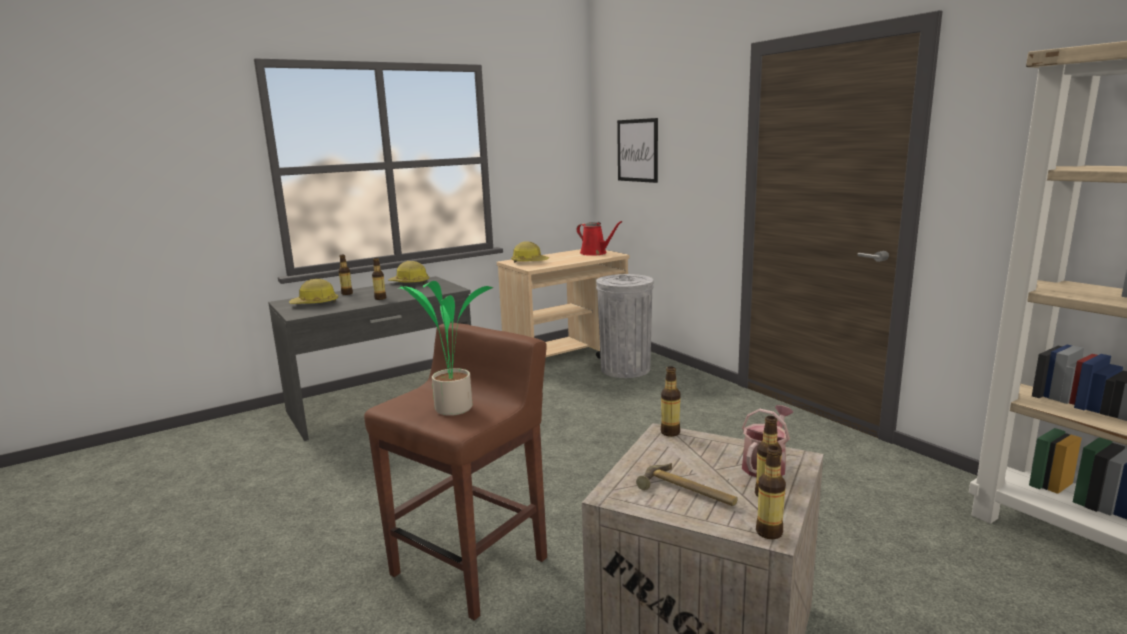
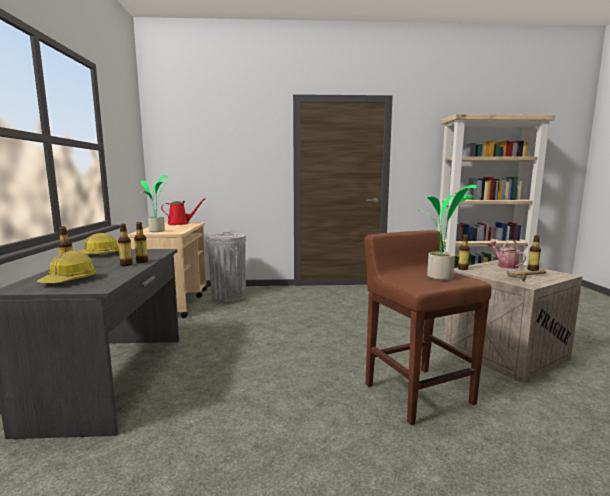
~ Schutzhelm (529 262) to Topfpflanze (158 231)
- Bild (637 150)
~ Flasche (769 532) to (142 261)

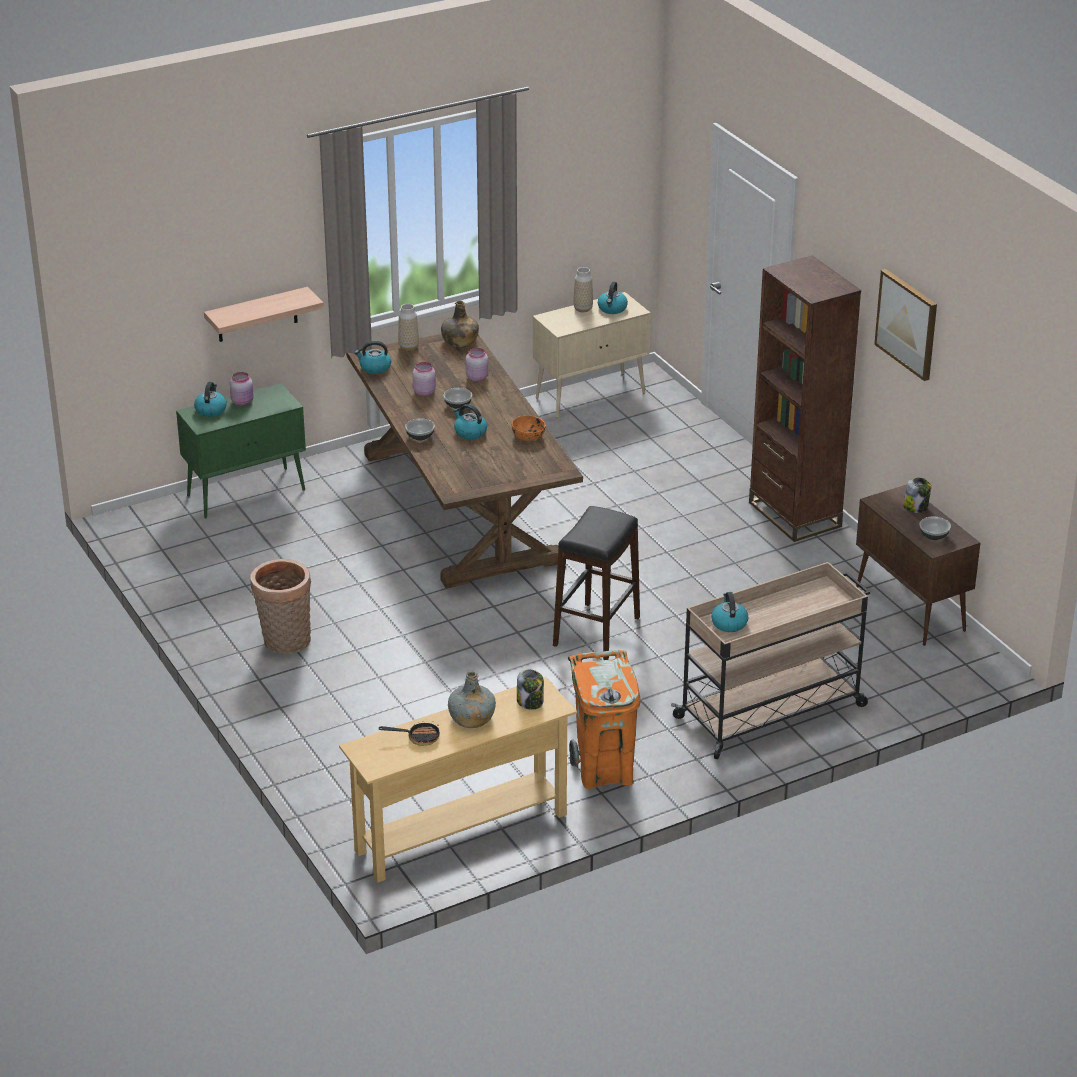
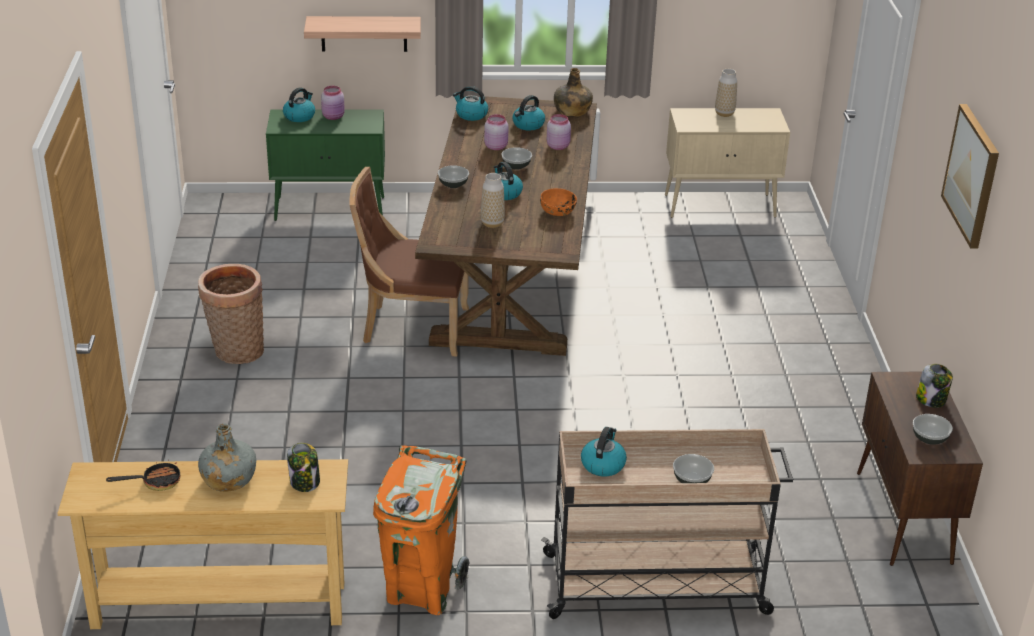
~ Pfanne (418 737) = (155 482) 45 degrees counterclockwise
~ Vase (408 347) to (492 223)
- Hocker/schwarz (596 632)
~ Wasserkessel (612 309) to (528 125)
- Bücherregal/braun (794 514)
+ Stuhl/braun (411 327)
+ Schüssel (691 480)

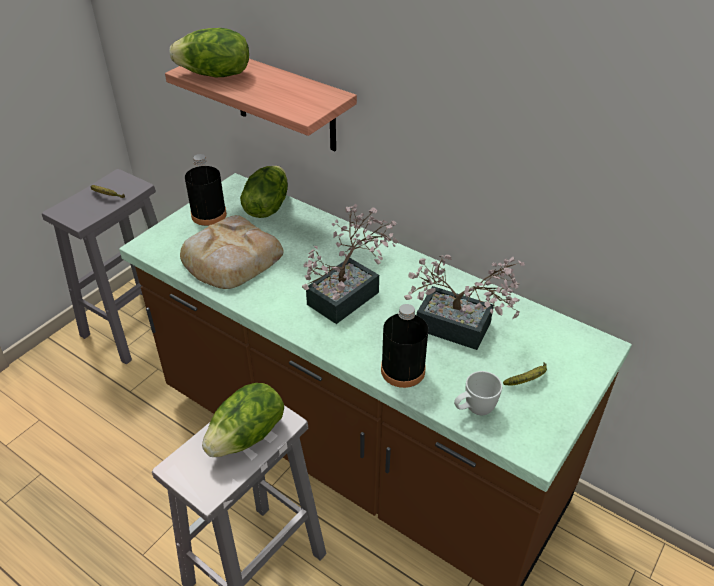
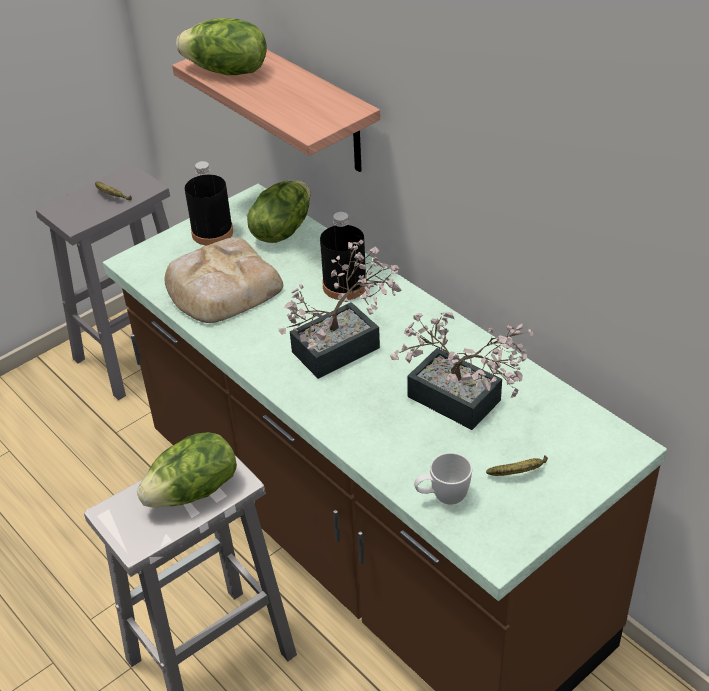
~ Flasche/schwarz (403 370) to (344 286)

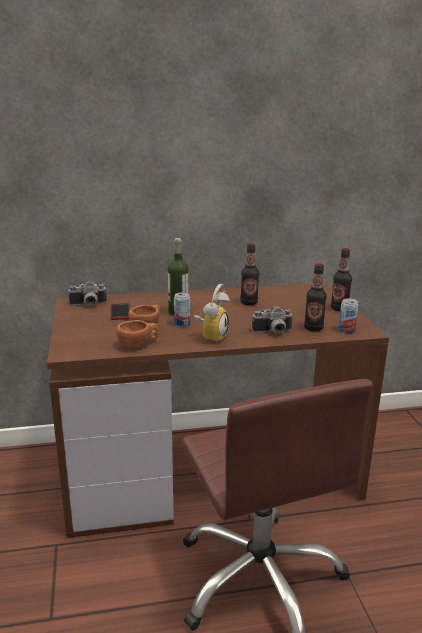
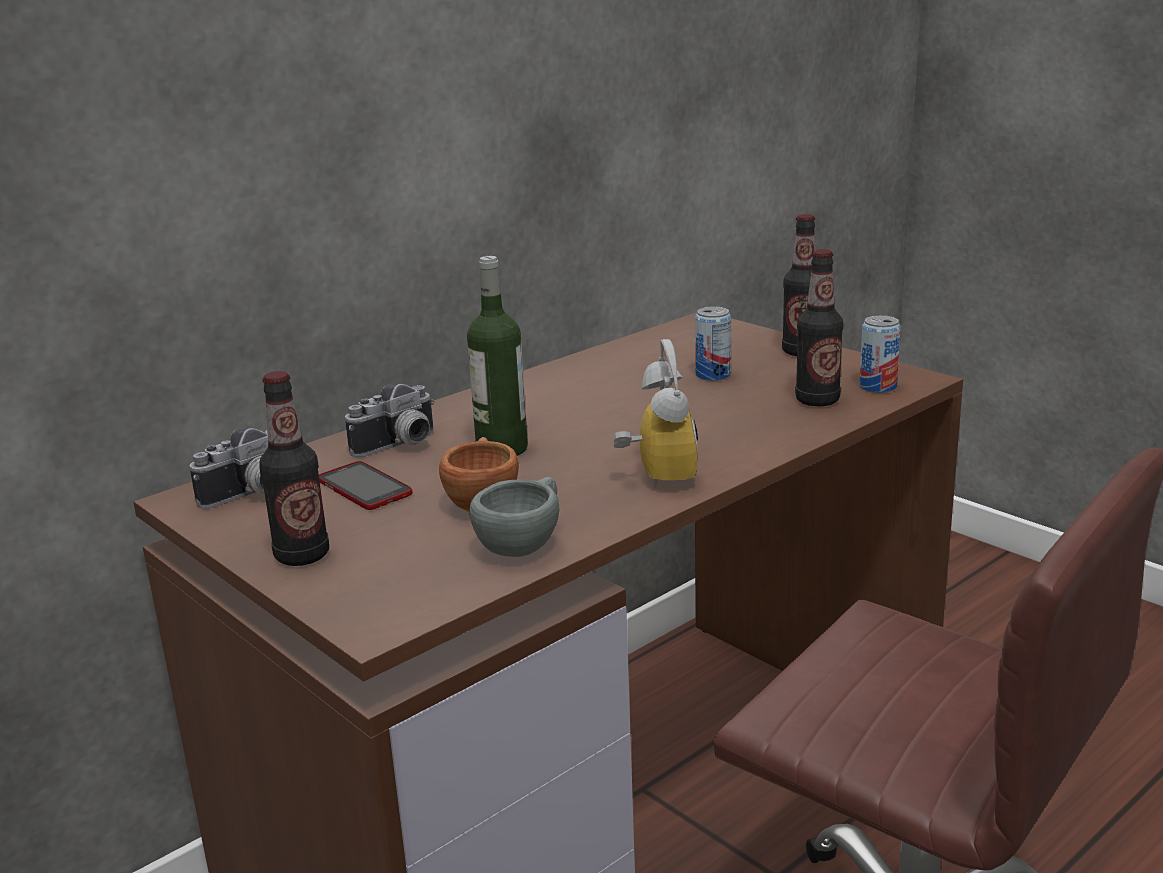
~ Tasse/braun (138 345) to Tasse/grau (525 544)
~ Dose (182 323) to (713 375)
~ Flasche (249 303) to (302 556)
~ Kamera (273 332) to (400 446)

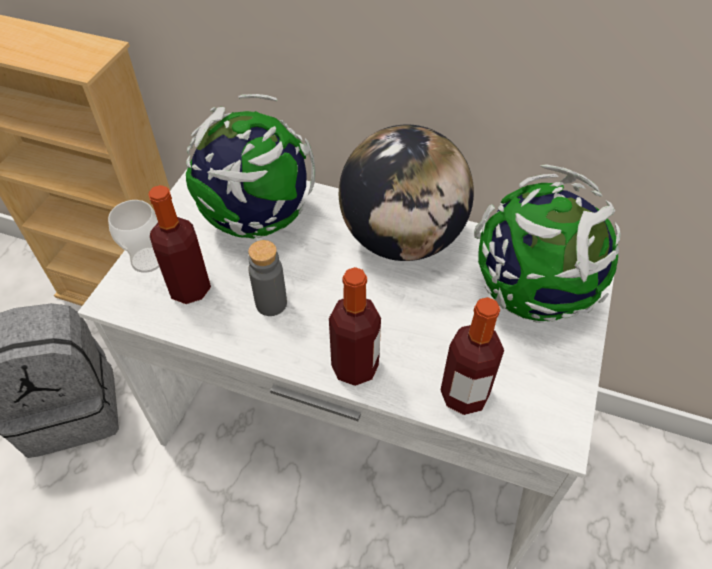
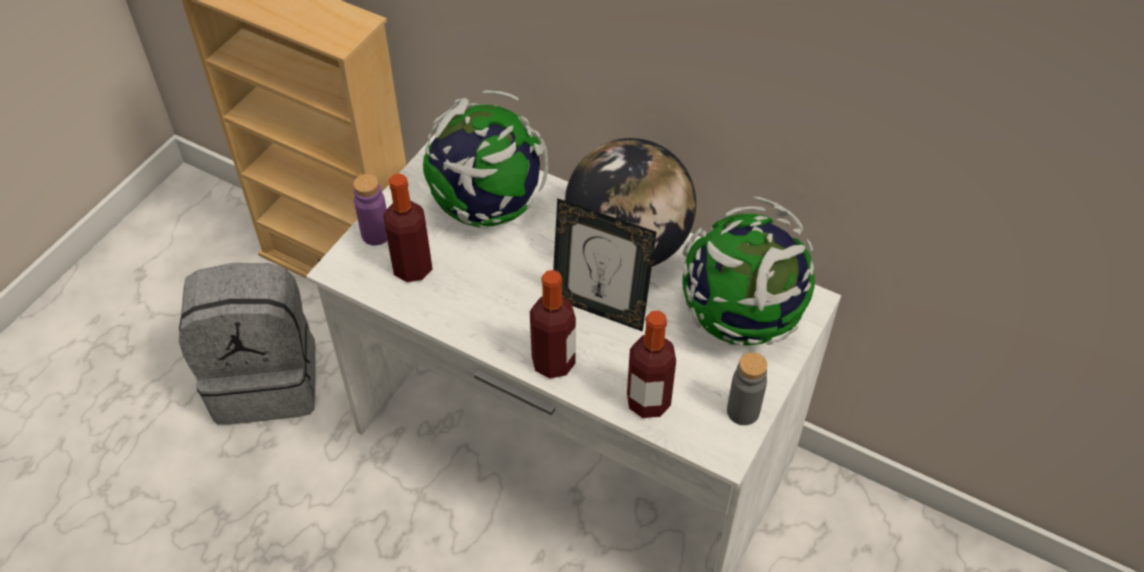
~ Tasse (147 260) to Flasche/lila (376 234)
~ Flasche/grau (271 303) to (743 411)
+ Bilderrahmen (600 308)

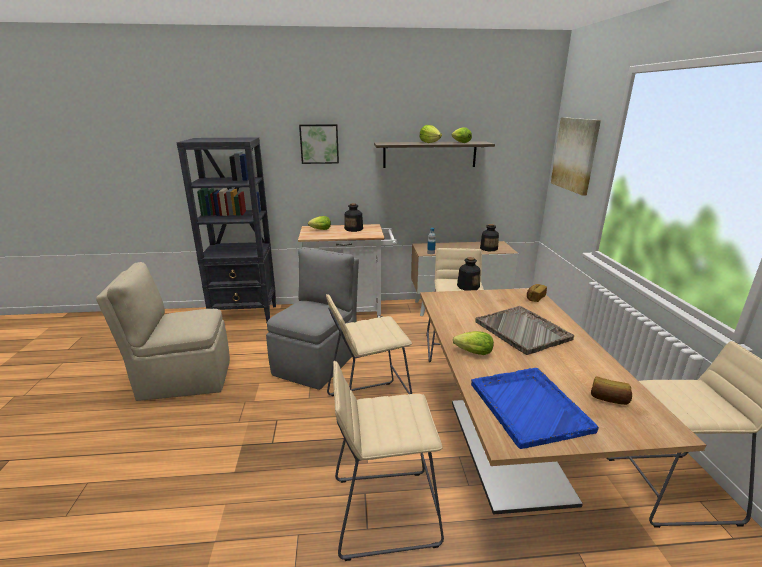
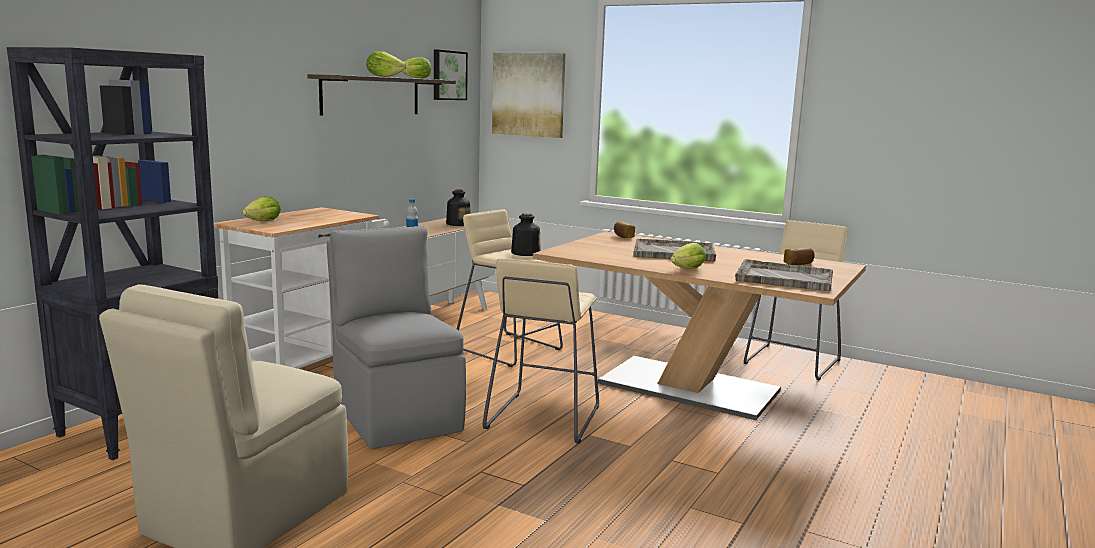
~ Bild (319 144) to (448 75)
- Hocker/beige (384 511)
- Flasche (354 229)
~ Tablett/blau (528 406) to Tablett/grau (783 278)

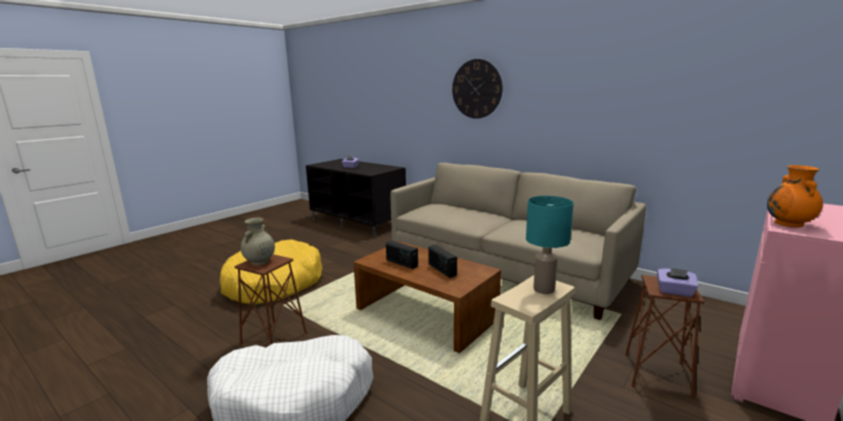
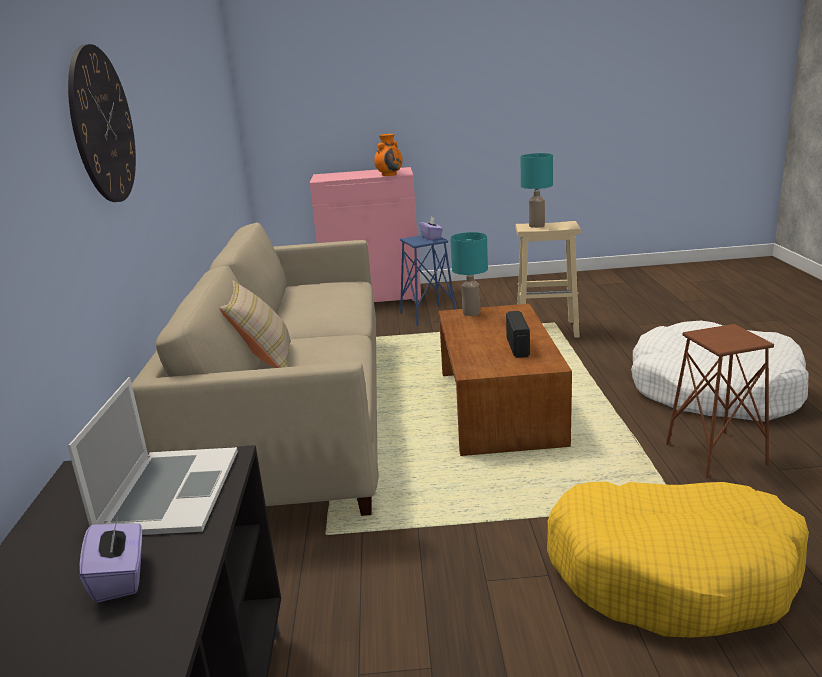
- Vase/beige (259 262)
- Radio (442 270)
~ Hocker/braun (657 375) to Hocker/blau (428 315)
+ Laptop (169 491)
+ Kissen/beige (264 361)
+ Tischlampe/türkis (470 313)

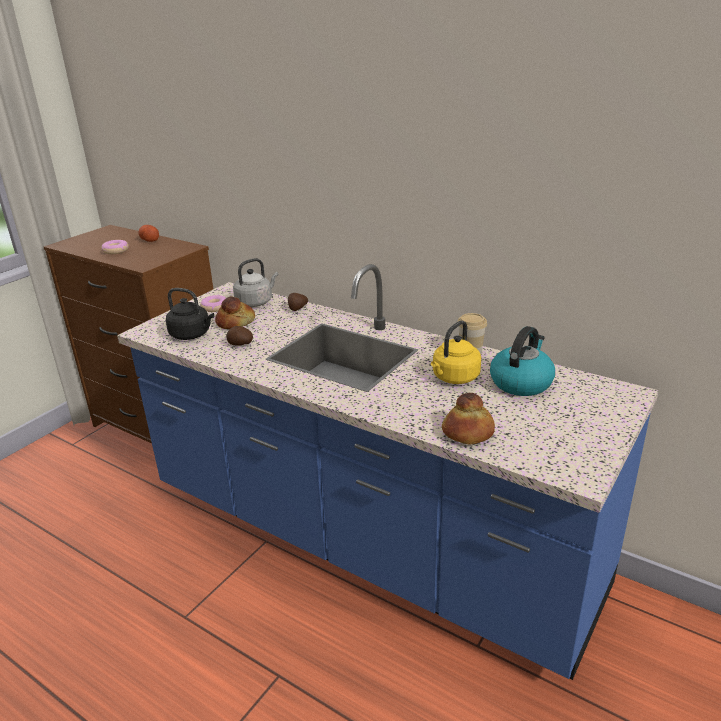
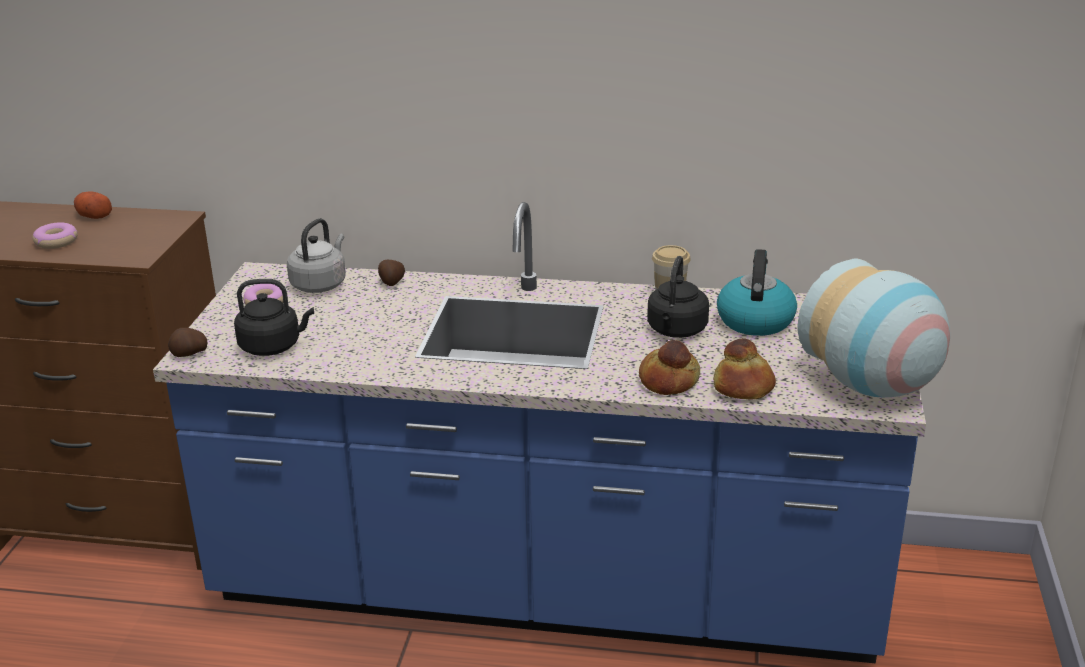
~ Brot (236 322) to (669 381)
~ Kartoffel (240 344) to (189 354)
~ Wasserkessel/gelb (454 378) to Wasserkessel/schwarz (676 331)
+ Vase (874 386)

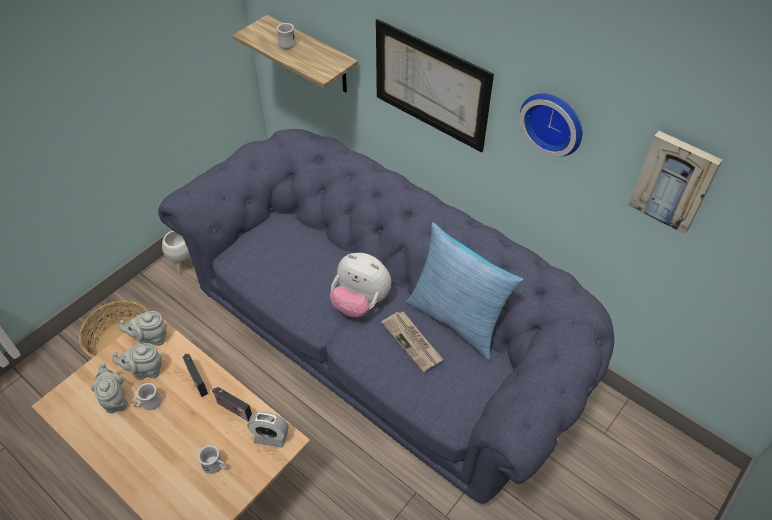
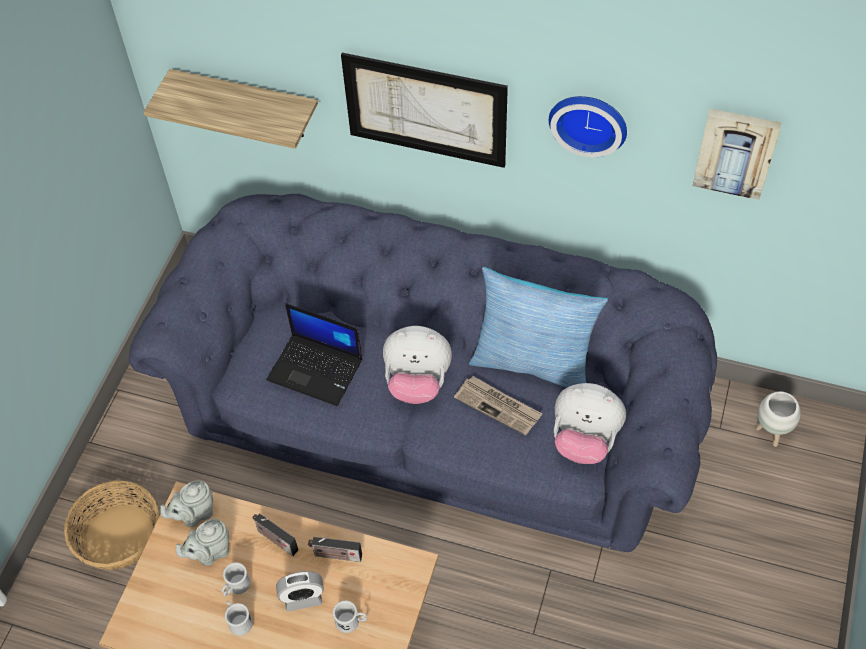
- Teekanne/grau (115 399)
~ Pflanzkübel/weiß (184 265) to (771 433)
~ Wecker (271 437) to (303 598)
~ Henkelbecher/weiß (286 42) to (238 621)
+ Laptop (316 369)
+ Plüschtier (584 440)

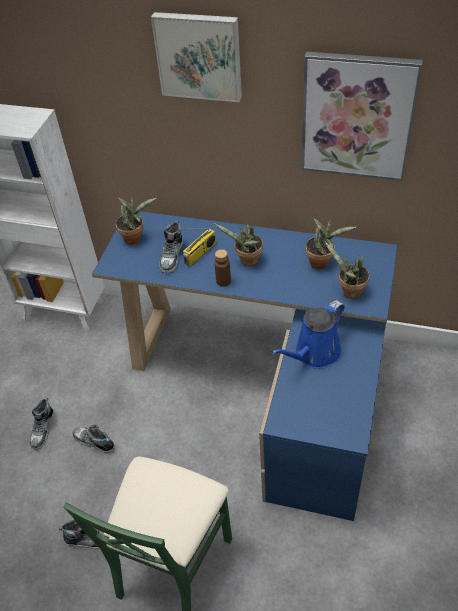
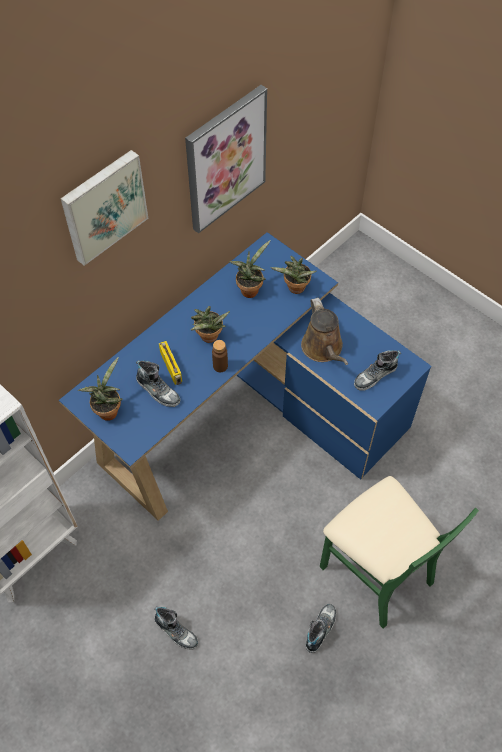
~ Schuh (94 442) to (375 376)
~ Gießkanne/blau (314 353) to Gießkanne/braun (323 349)

